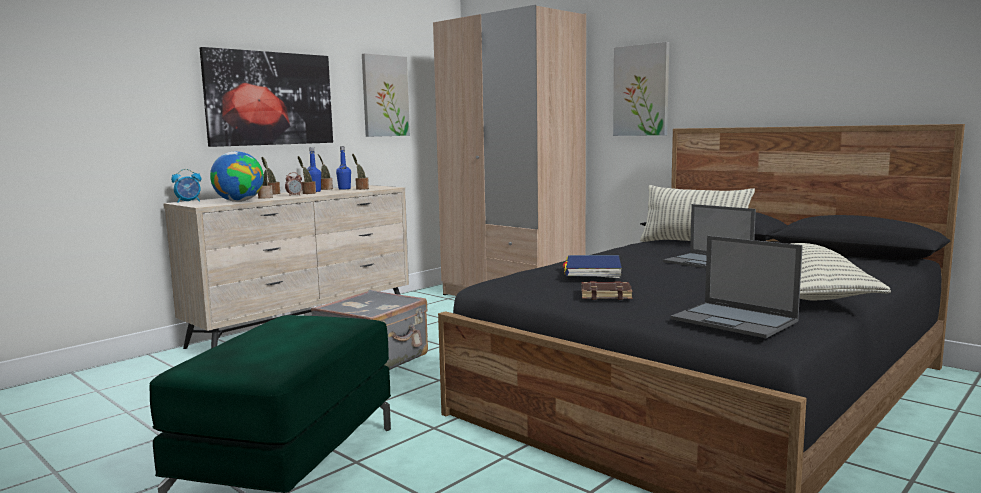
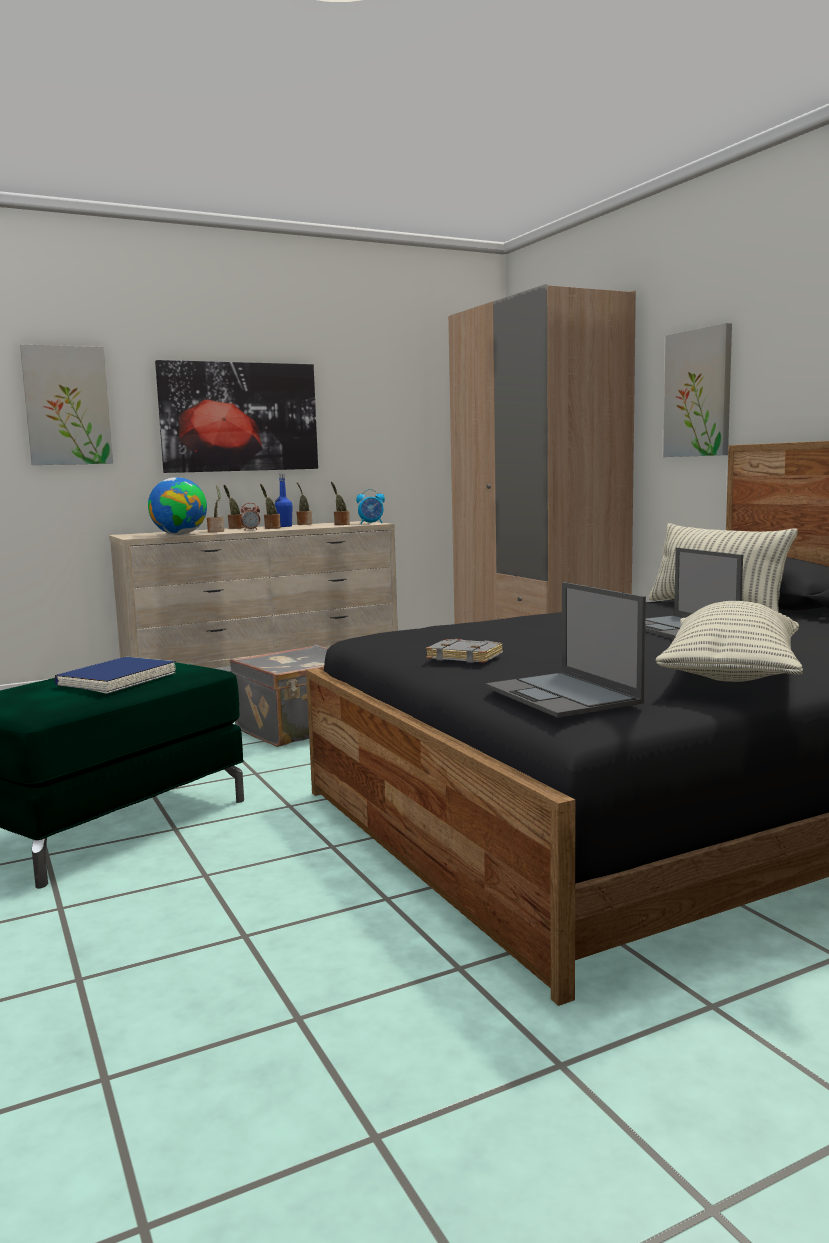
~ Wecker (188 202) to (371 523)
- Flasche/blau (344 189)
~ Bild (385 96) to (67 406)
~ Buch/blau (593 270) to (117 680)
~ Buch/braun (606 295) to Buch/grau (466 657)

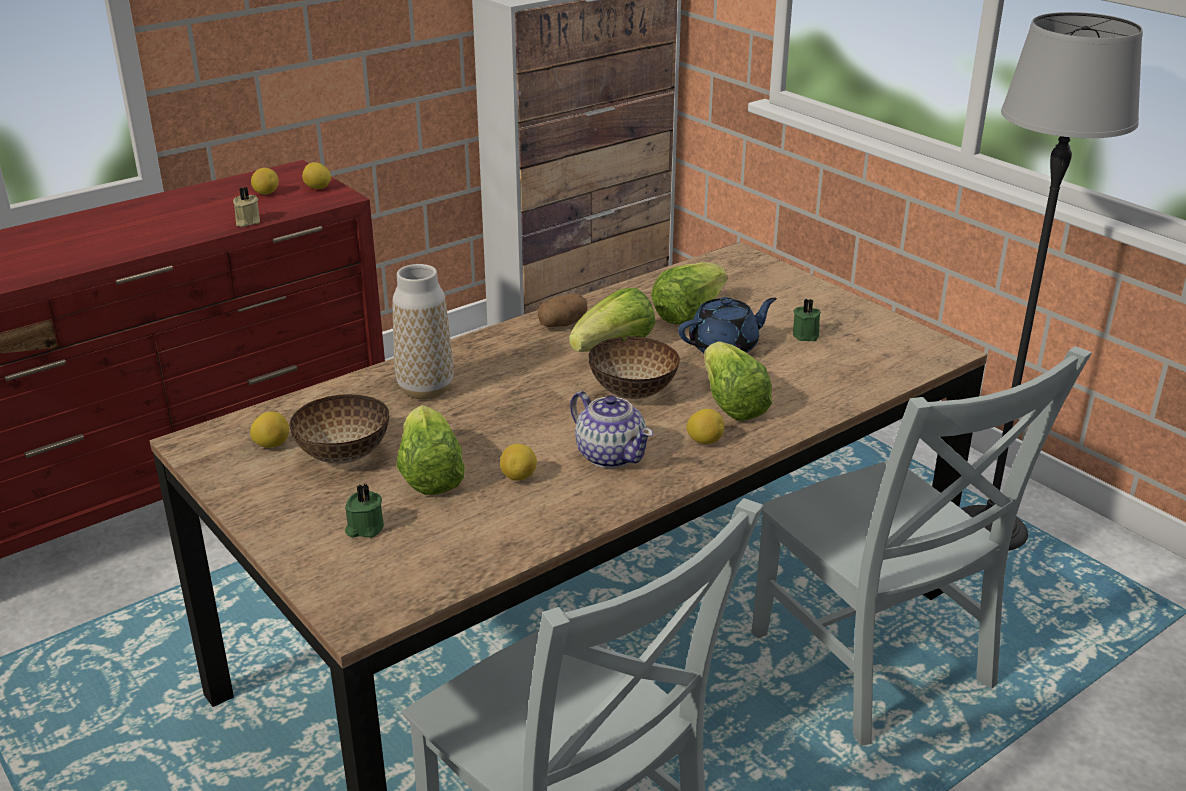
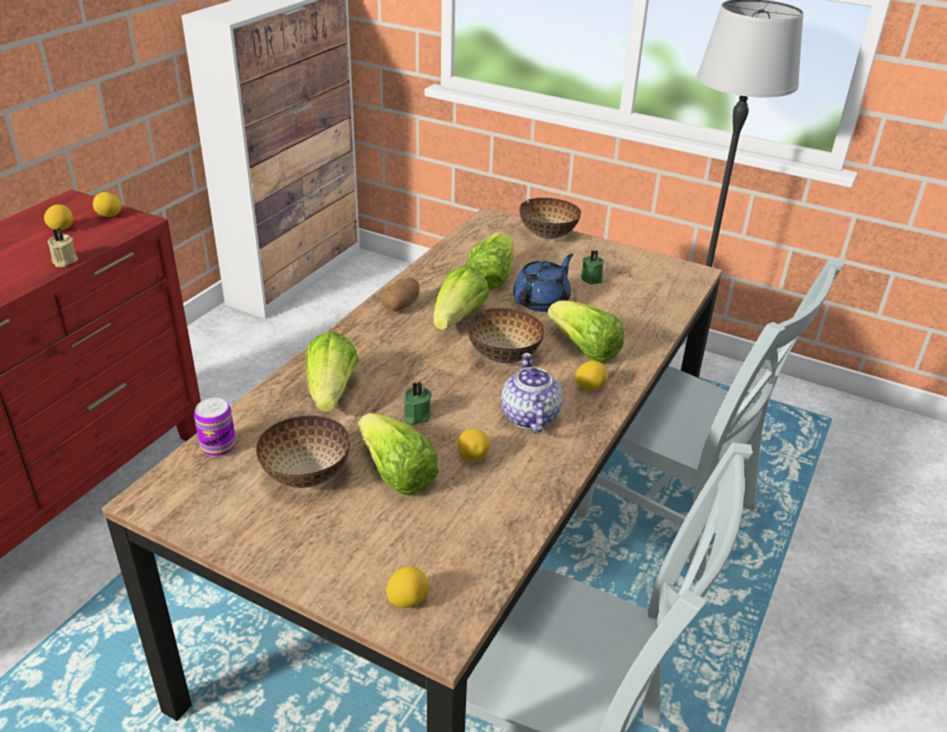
~ Zitrone (272 444) to (407 600)
~ Kerze/grün (364 528) to (415 416)
~ Vase (425 389) to Salatkopf (331 392)
~ Teekanne (610 455) = (529 417) 120 degrees counterclockwise
+ Dose (218 446)
+ Schüssel (548 235)

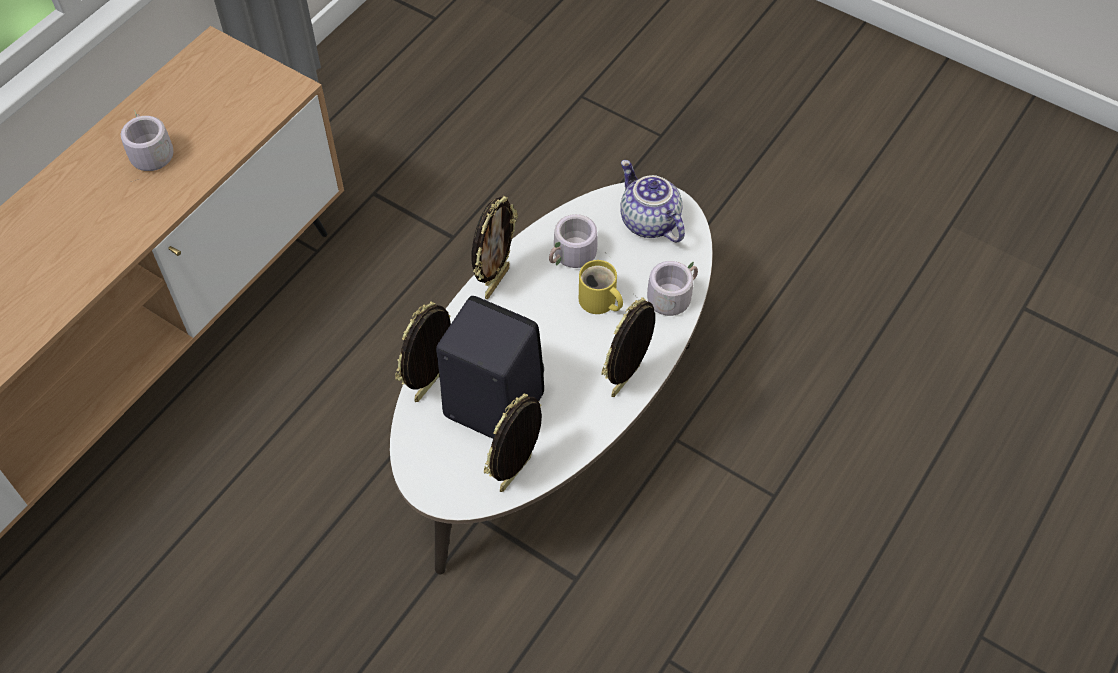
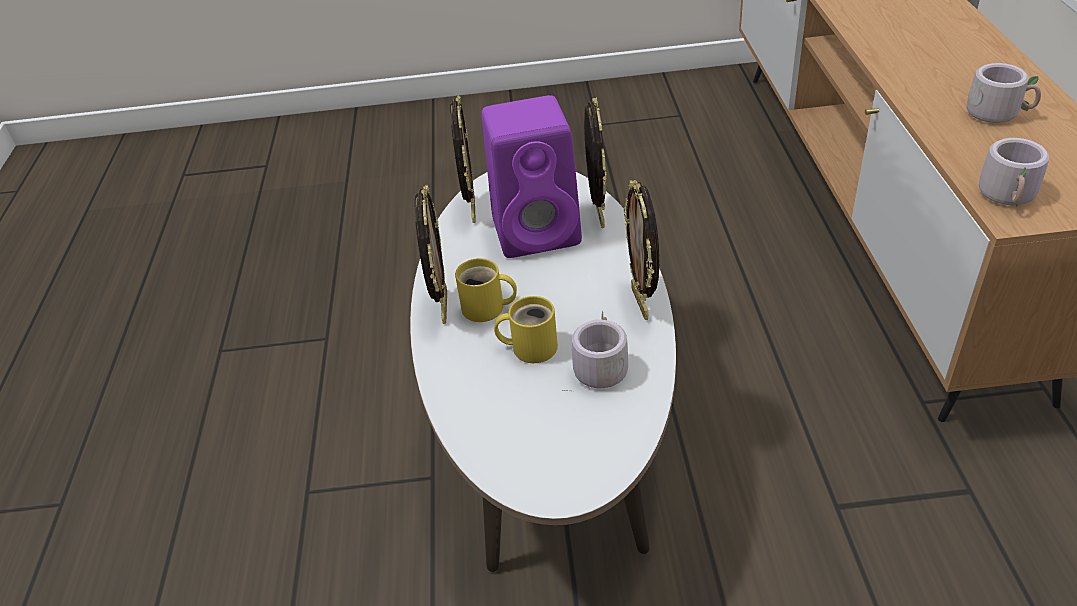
~ Lautsprecher/schwarz (490 404) to Lautsprecher/lila (539 231)
- Teekanne (648 222)
~ Henkelbecher/grau (671 295) to (1011 197)
+ Henkelbecher/gelb (487 309)

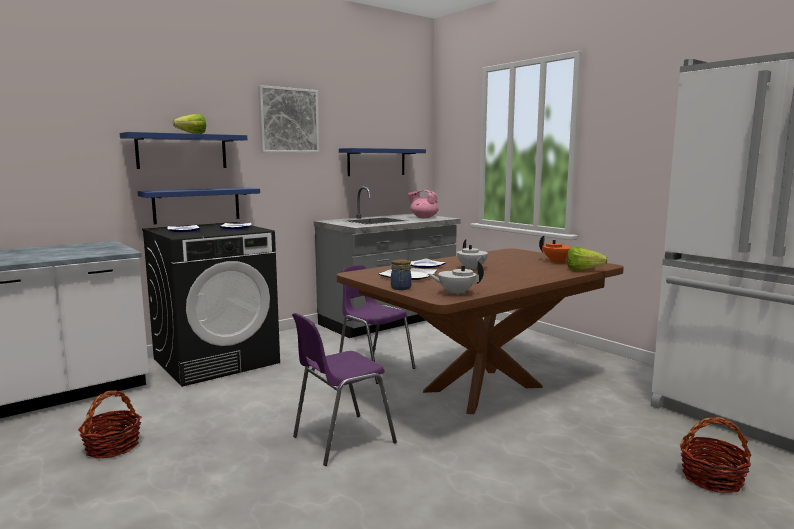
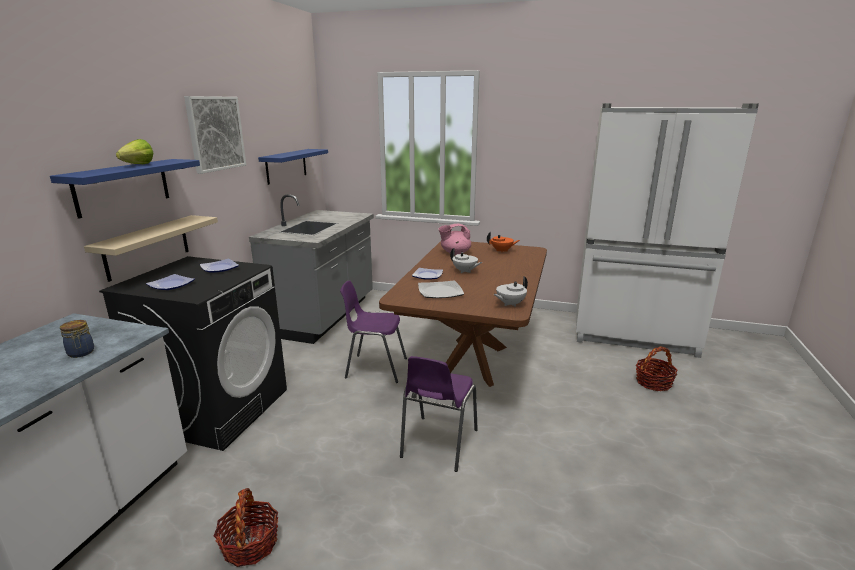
~ Wandregal/blau (197 205) to Wandregal/beige (147 247)
~ Vorratsglas (401 288) to (81 353)
~ Teekanne/rosa (423 217) to (455 253)
- Salatkopf (586 270)

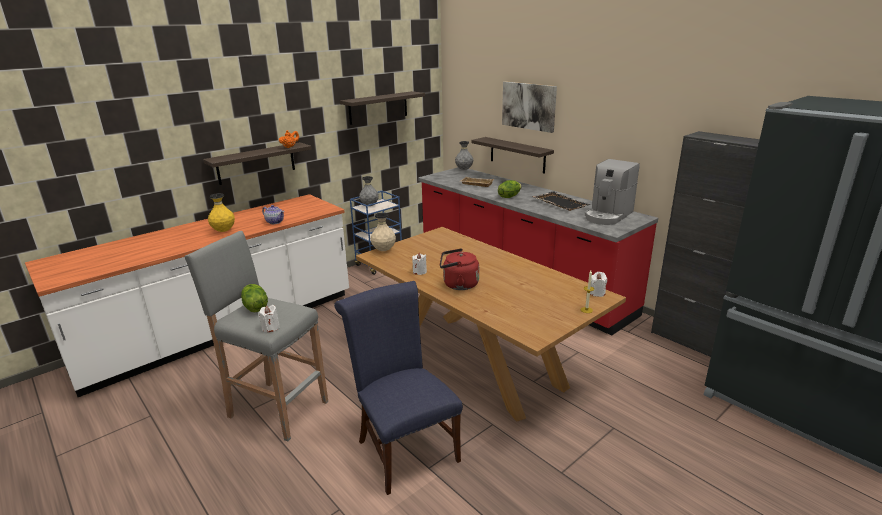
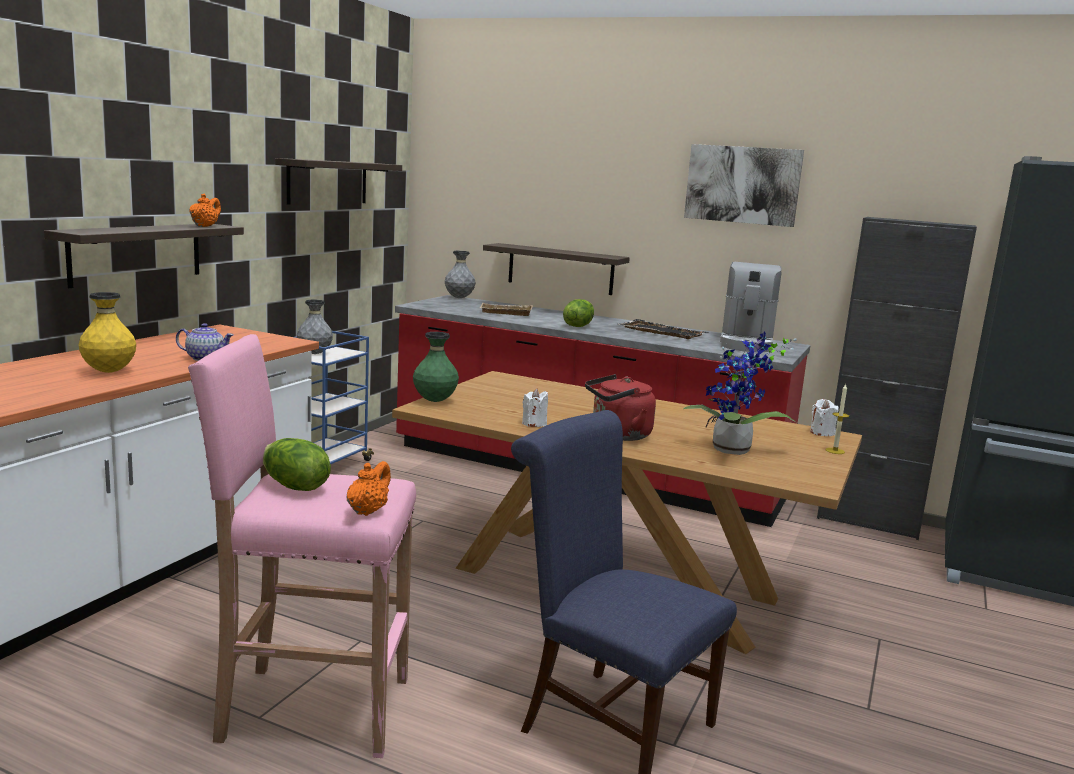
~ Hocker/grau (276 409) to Hocker/rosa (311 709)
~ Kerze/weiß (270 328) to Teekanne/orange (368 511)
~ Vase/beige (384 250) to Vase/grün (434 401)
~ Bild (529 106) to (742 185)
+ Topfpflanze (732 452)

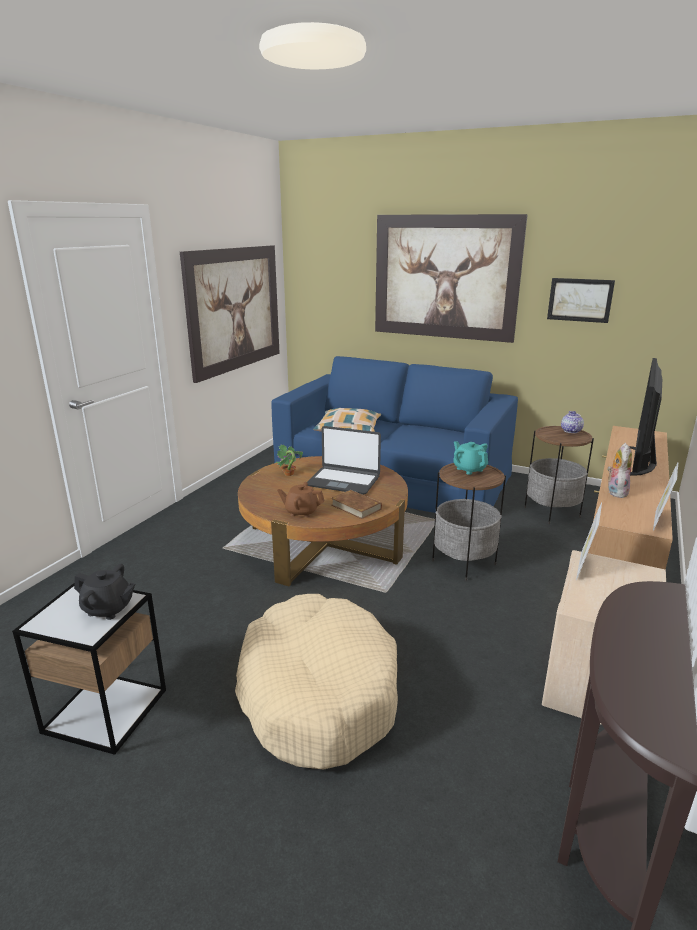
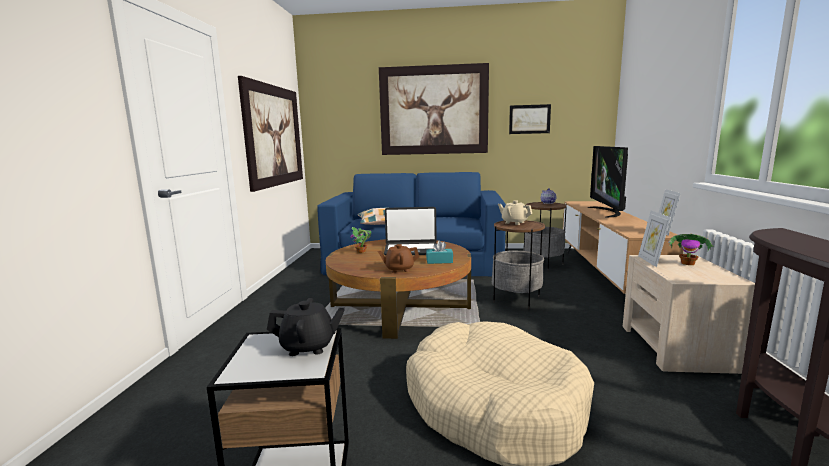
~ Buch/braun (356 507) to Taschentuchbox/türkis (439 261)
~ Teekanne/türkis (469 469) to Teekanne/beige (514 222)
- Plüschtier (615 492)
+ Topfpflanze (688 263)

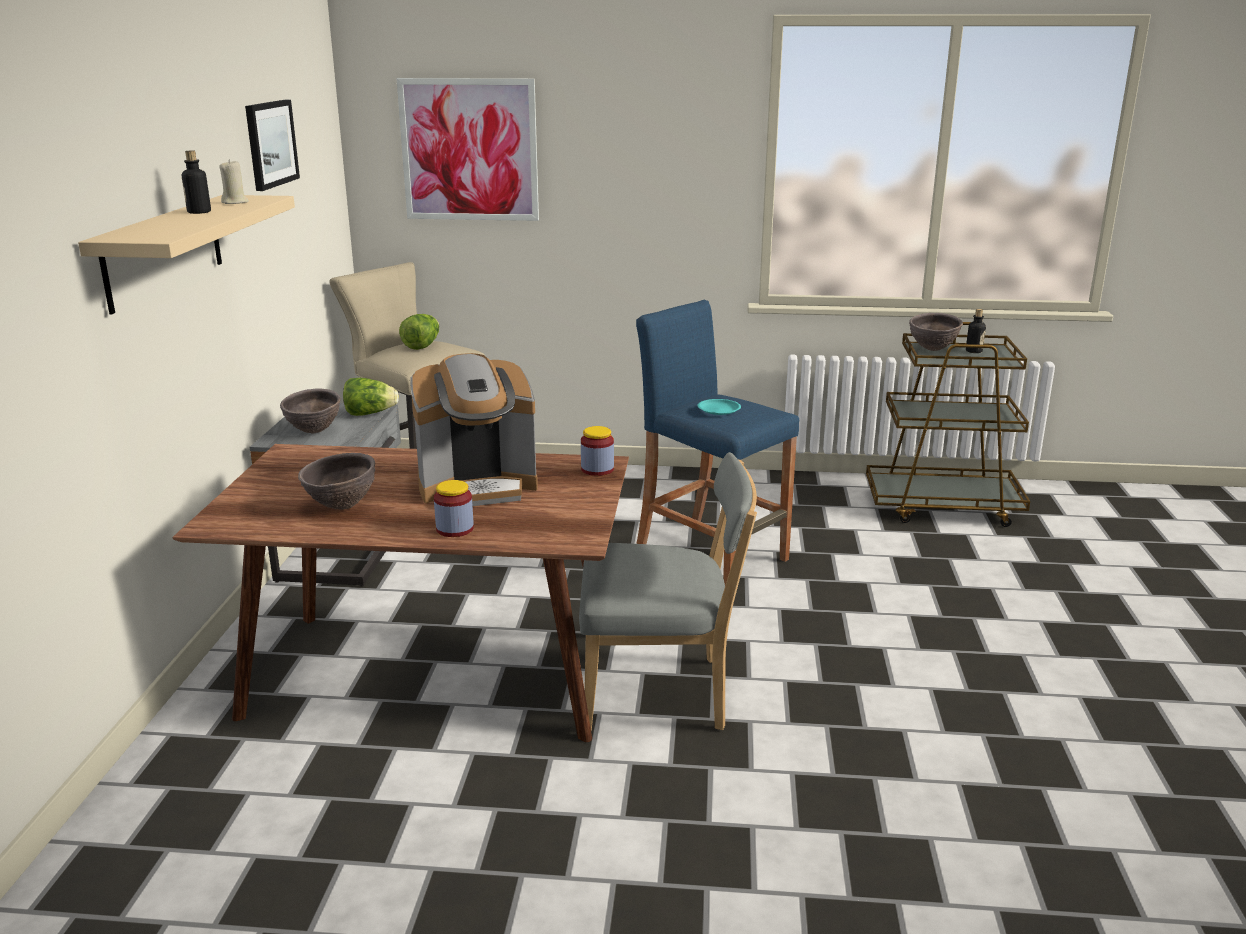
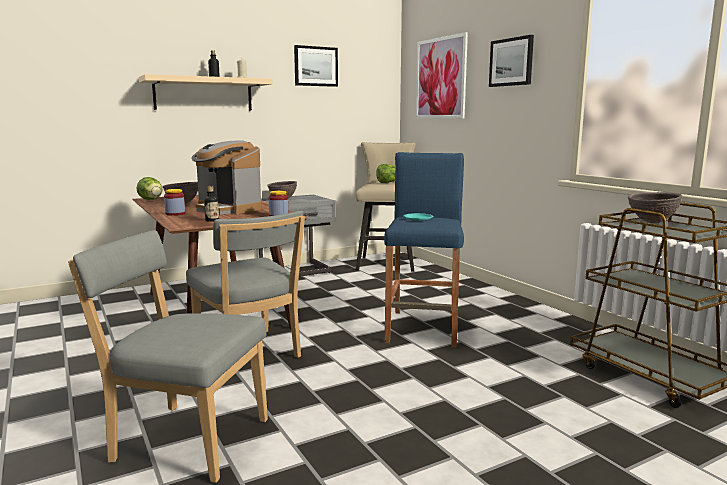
~ Salatkopf (370 414) to (152 200)
~ Flasche (974 351) to (212 220)
+ Stuhl/grau (185 439)
+ Bild (511 62)

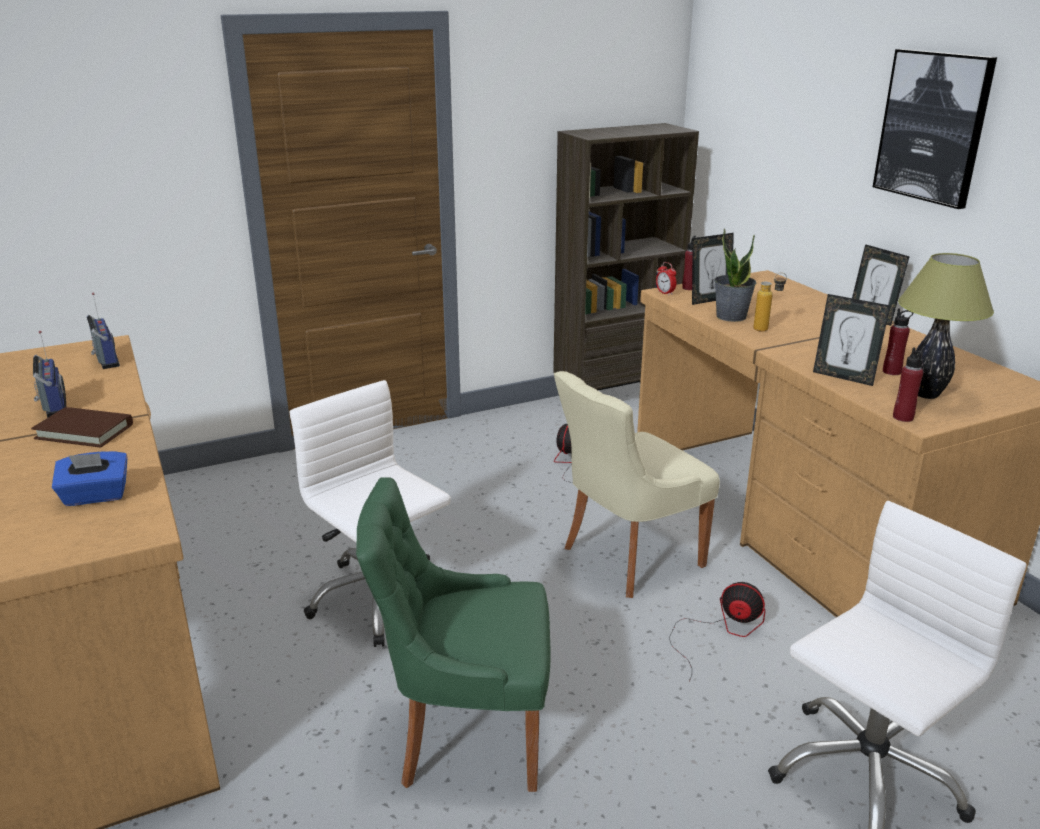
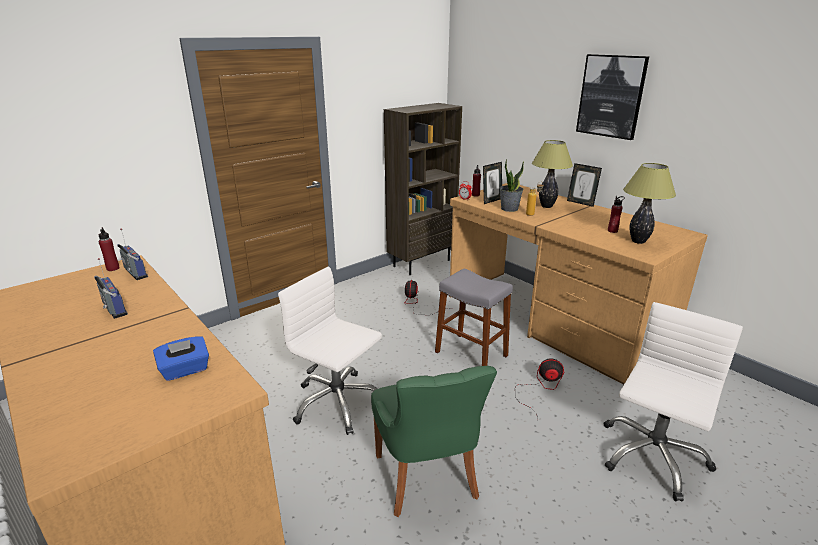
- Buch/braun (84 431)
~ Stuhl/grün (465 733) = (427 479) 90 degrees counterclockwise
~ Stuhl/beige (628 557) to Hocker/grau (471 354)
- Bilderrahmen (844 377)
~ Flasche/rot (903 417) to (113 268)
+ Tischlampe (547 206)

